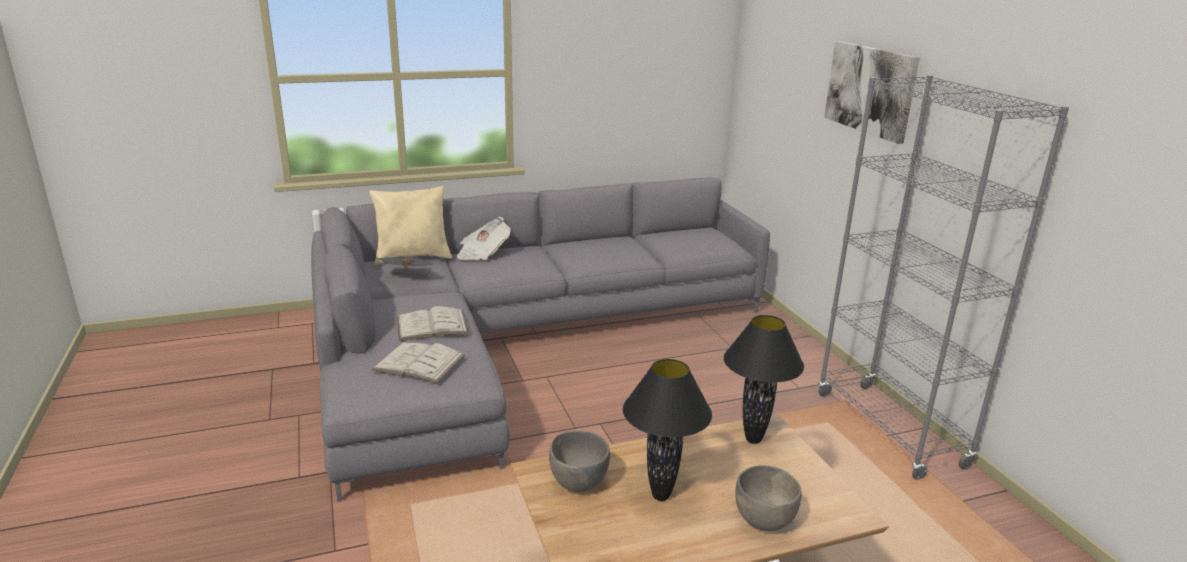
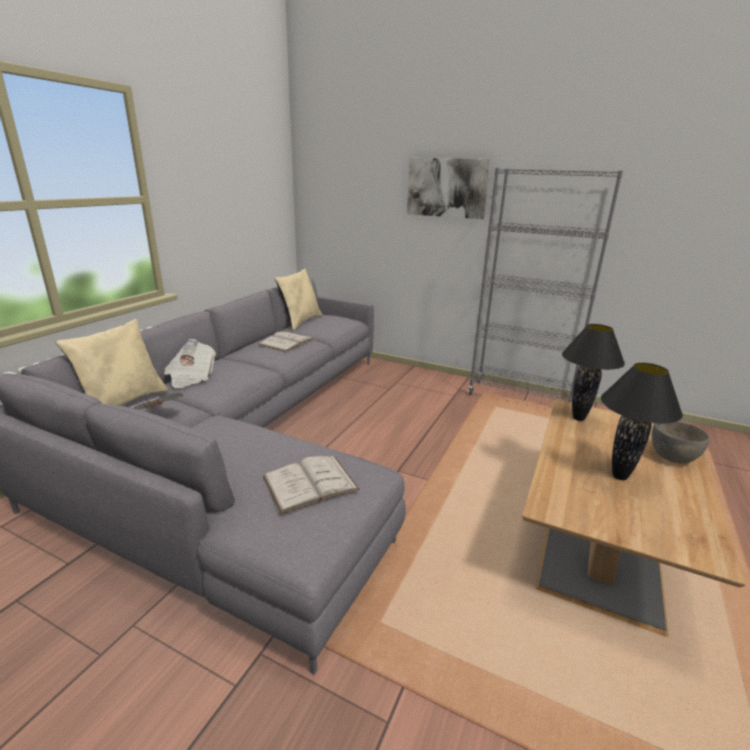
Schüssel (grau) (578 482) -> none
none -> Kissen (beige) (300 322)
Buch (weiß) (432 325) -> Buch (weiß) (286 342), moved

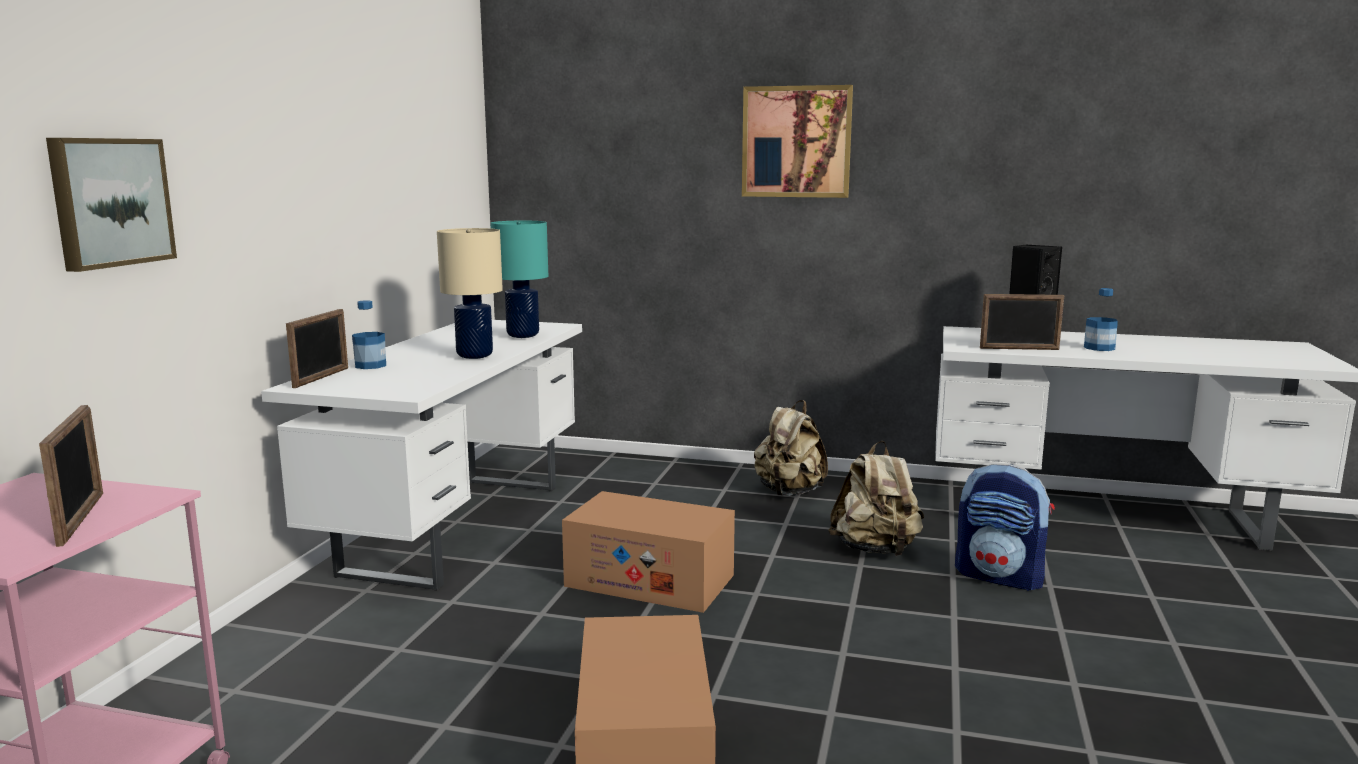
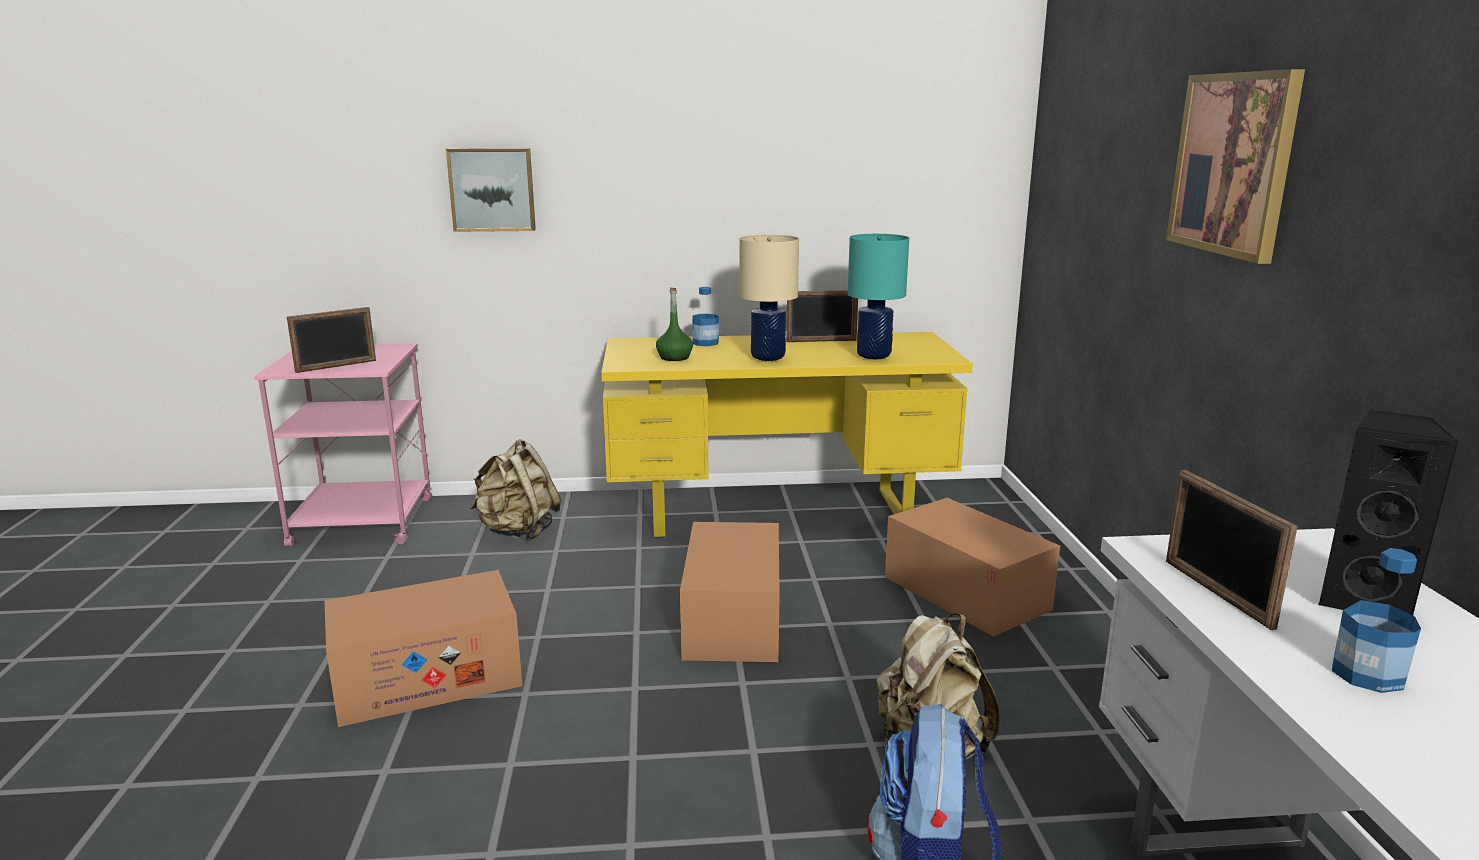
none -> Flasche (grün) (674 357)
none -> Karton (965 593)
Bilderrahmen (321 377) -> Bilderrahmen (821 341), moved
Rucksack (beige) (789 492) -> Rucksack (beige) (518 532), moved
Schreibtisch (weiß) (456 527) -> Schreibtisch (gelb) (779 512)

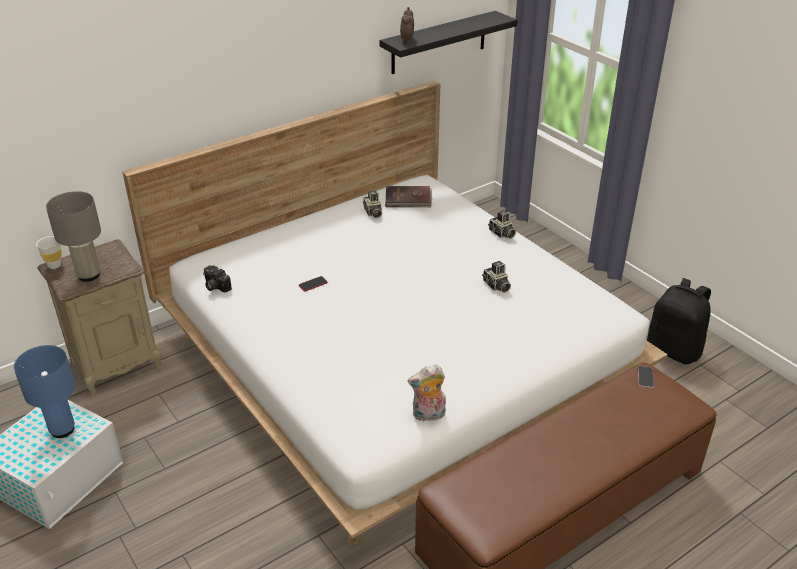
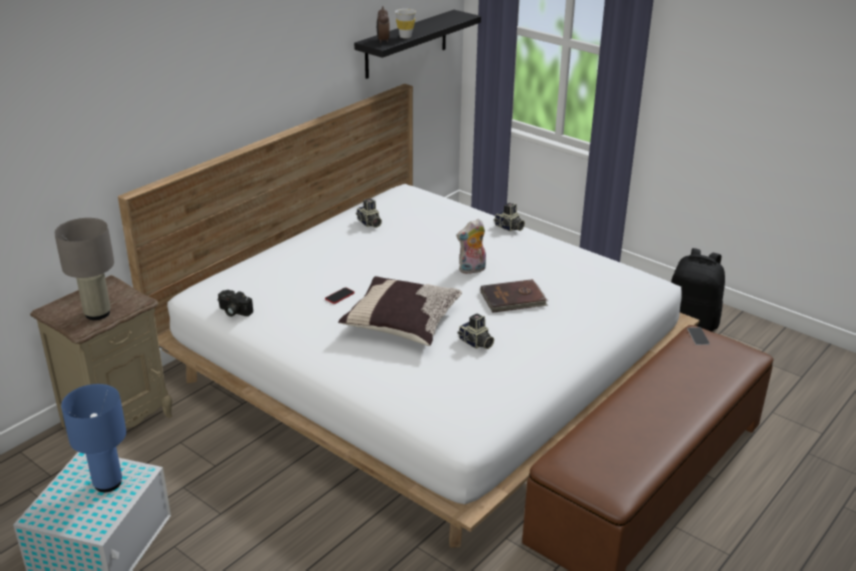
none -> Kissen (402 323)
Tasse (weiß) (54 265) -> Tasse (weiß) (405 36), moved
Buch (braun) (408 199) -> Buch (braun) (513 299), moved
Plüschtier (428 415) -> Plüschtier (472 270), moved
Kamera (496 286) -> Kamera (475 343), moved

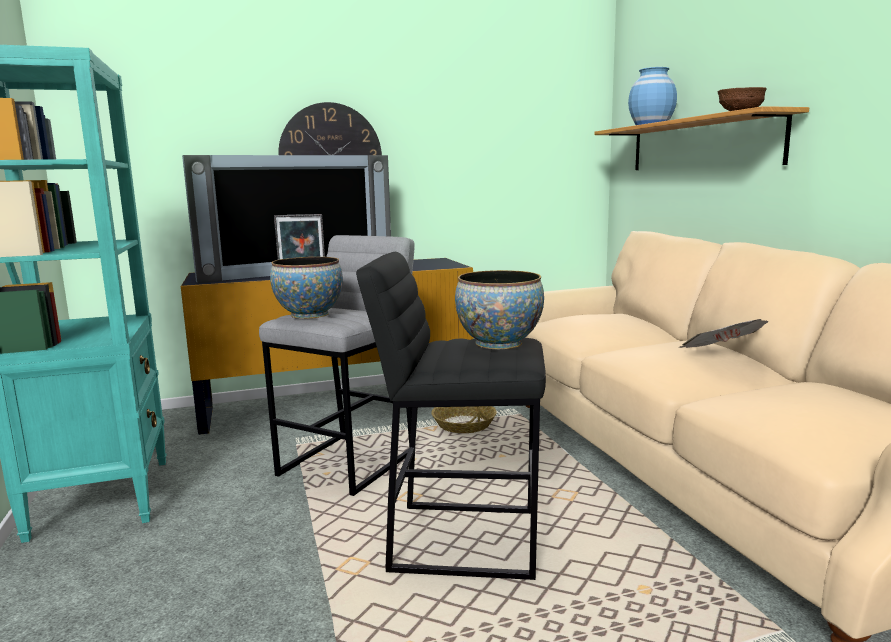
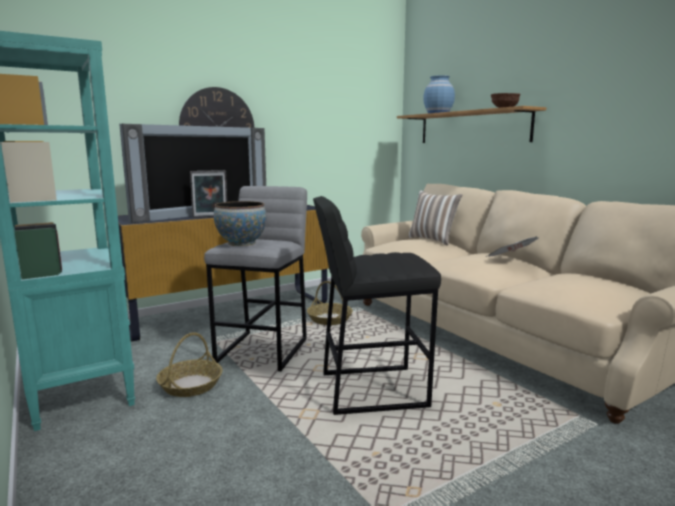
Schüssel (499 343) -> none
none -> Korb (190 385)
none -> Kissen (433 240)

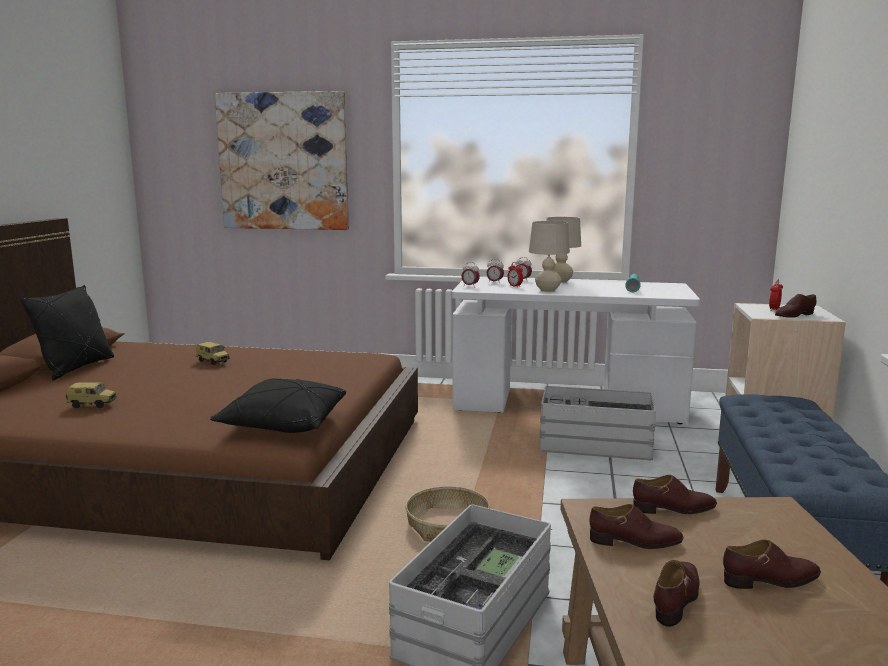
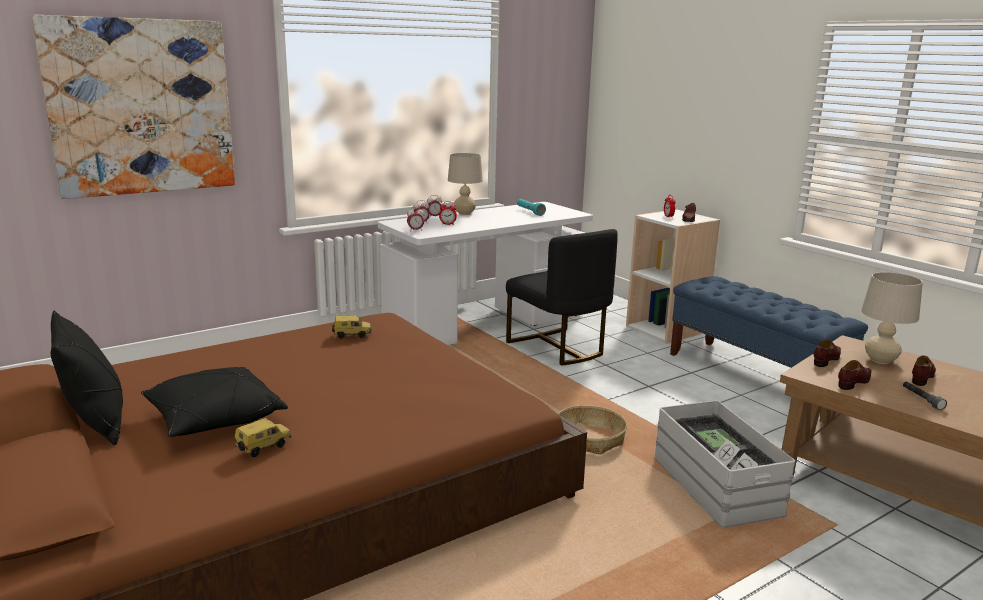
Spielzeugauto (214 362) -> Spielzeugauto (352 335), moved
Kissen (schwarz) (283 424) -> Kissen (schwarz) (214 419), moved
Tischlampe (beige) (547 290) -> Tischlampe (beige) (880 360), moved
Aufbewahrungsbox (grau) (594 444) -> Stuhl (schwarz) (558 347)
Schuh (braun) (677 598) -> Taschenlampe (grau) (921 399)

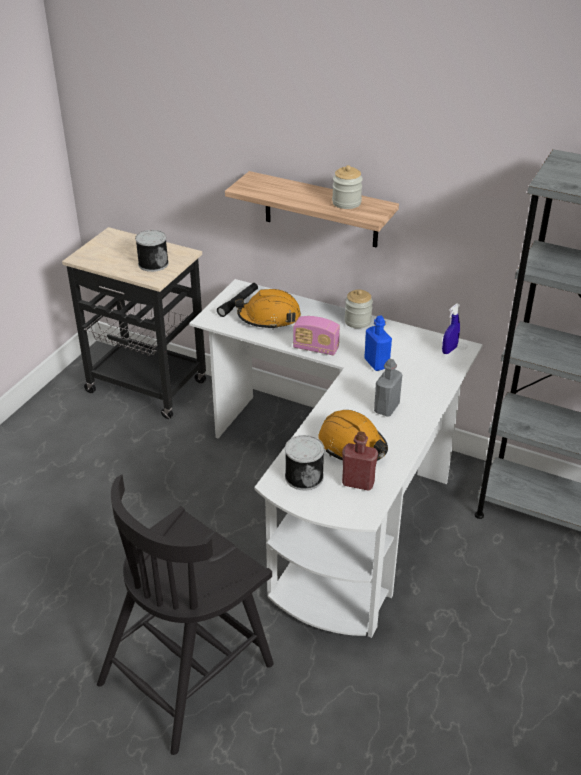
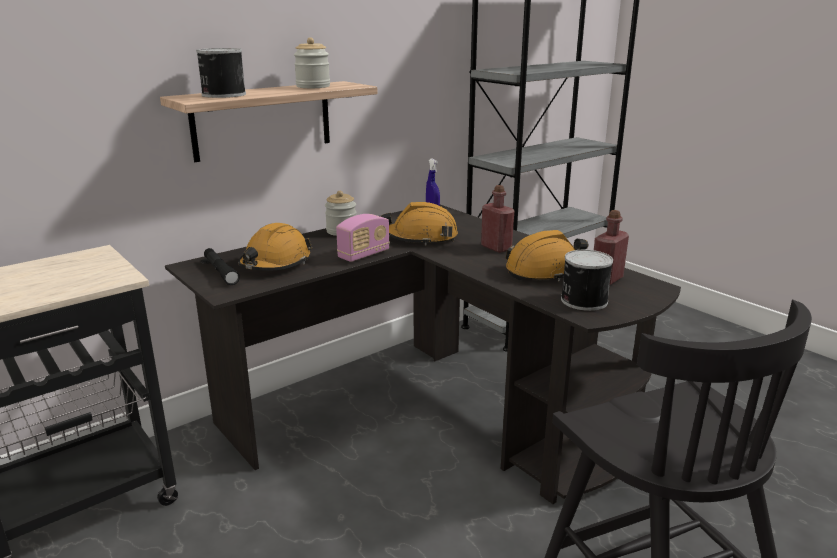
Dose (153 263) -> Dose (222 94), moved
Flasche (blau) (376 363) -> Schutzhelm (orange) (421 238)
Schreibtisch (weiß) (338 493) -> Schreibtisch (schwarz) (425 410)
Flasche (grau) (386 408) -> Flasche (rot) (496 247)

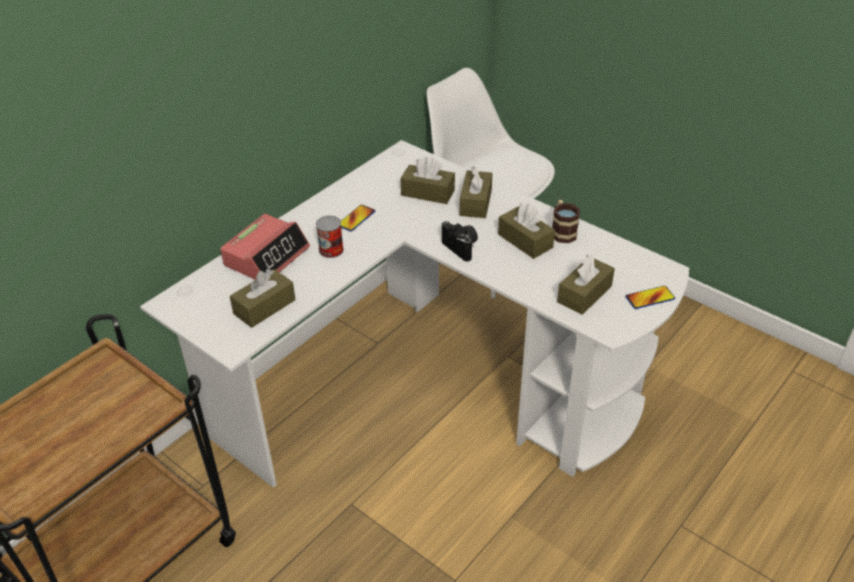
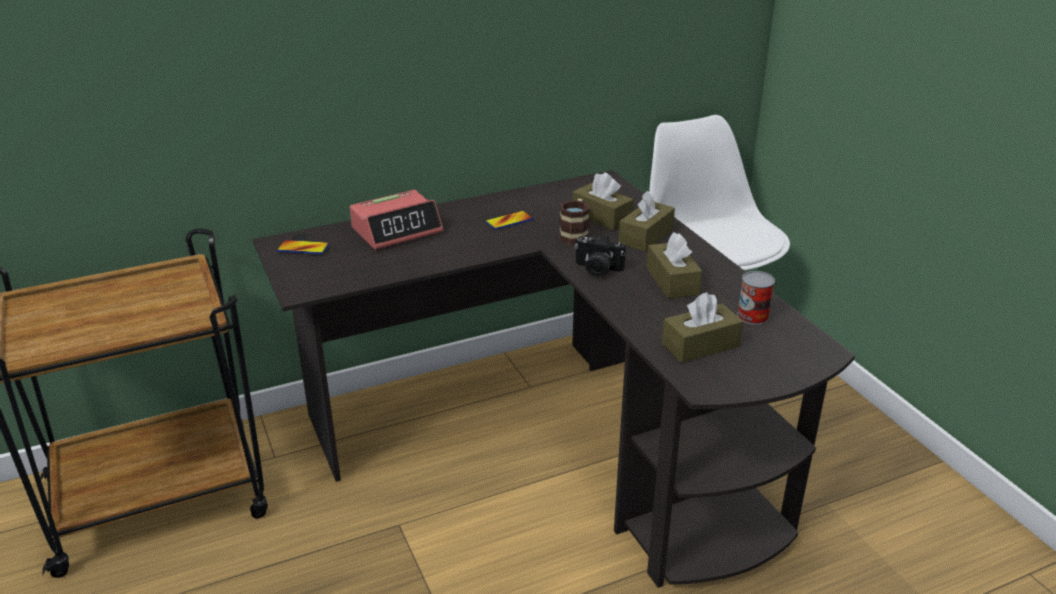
Taschentuchbox (braun) (264 307) -> none
Dose (331 250) -> Dose (753 316), moved
Henkelbecher (562 231) -> Henkelbecher (575 233), moved
Handy (650 298) -> Handy (303 248), moved
Schreibtisch (weiß) (424 382) -> Schreibtisch (schwarz) (554 437)
Kamera (462 247) -> Kamera (597 270), 120 degrees clockwise

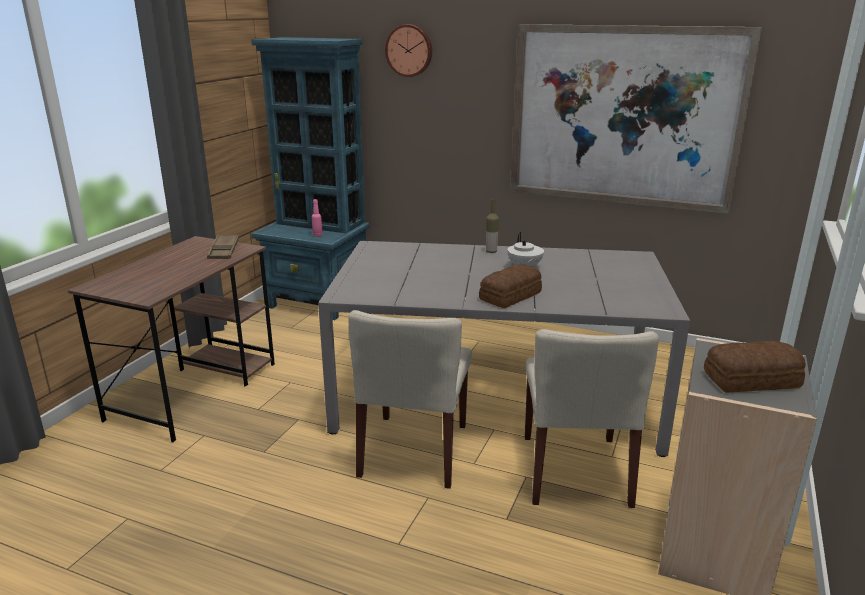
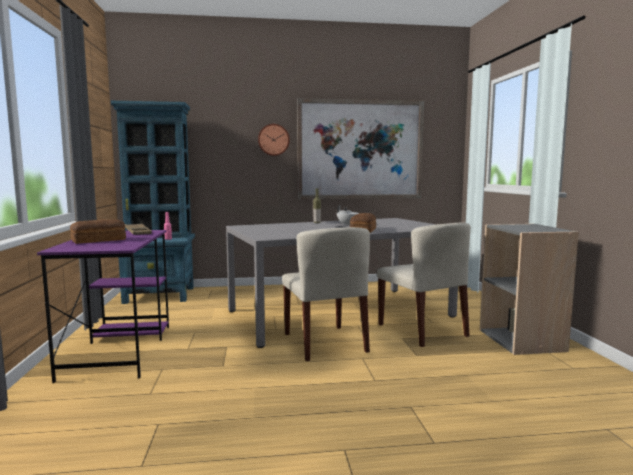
Wanduhr (409 50) -> Wanduhr (273 140), moved
Brot (753 380) -> Brot (100 240), moved
Schreibtisch (braun) (195 390) -> Schreibtisch (lila) (119 350)

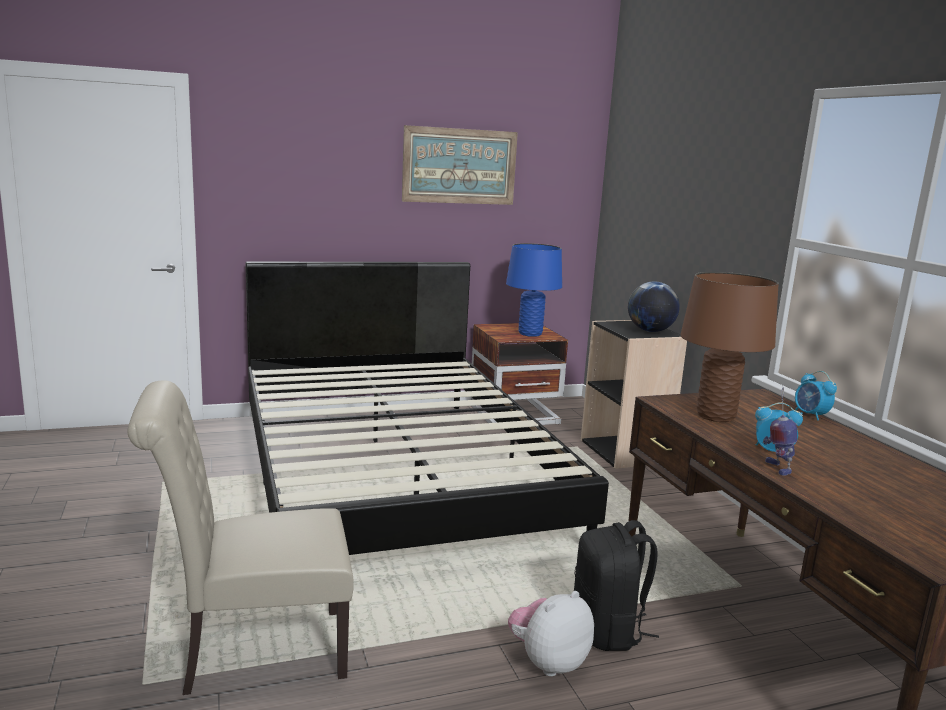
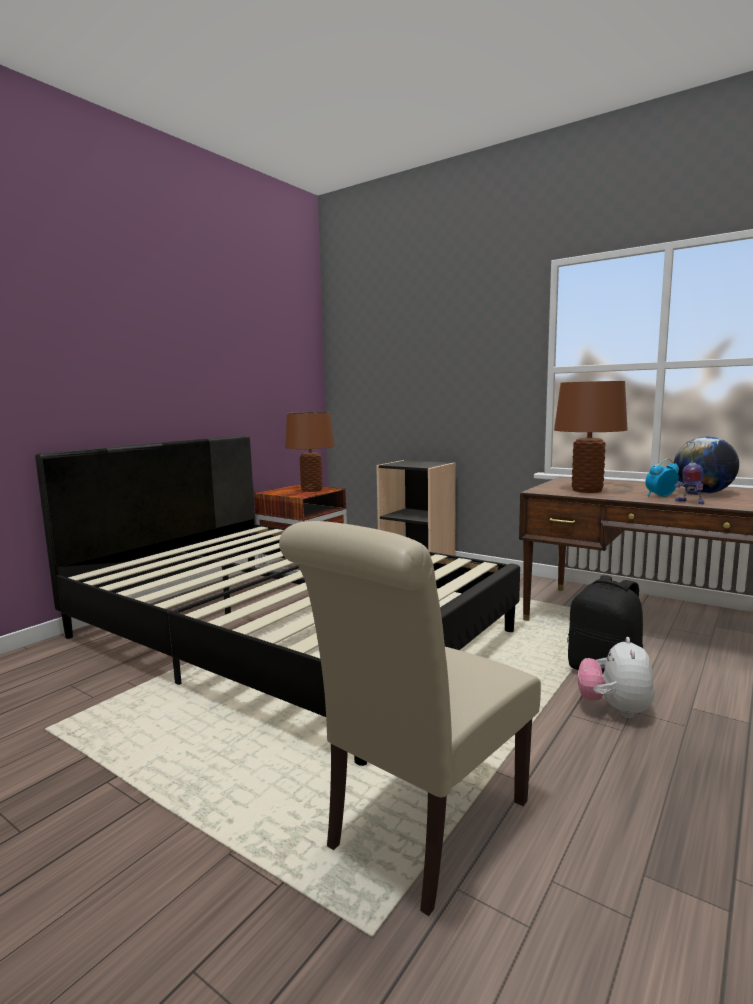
Bild (459 166) -> none
Wecker (810 415) -> none
Globus (650 331) -> Globus (703 493), moved
Tischlampe (blau) (530 334) -> Tischlampe (braun) (312 490)

